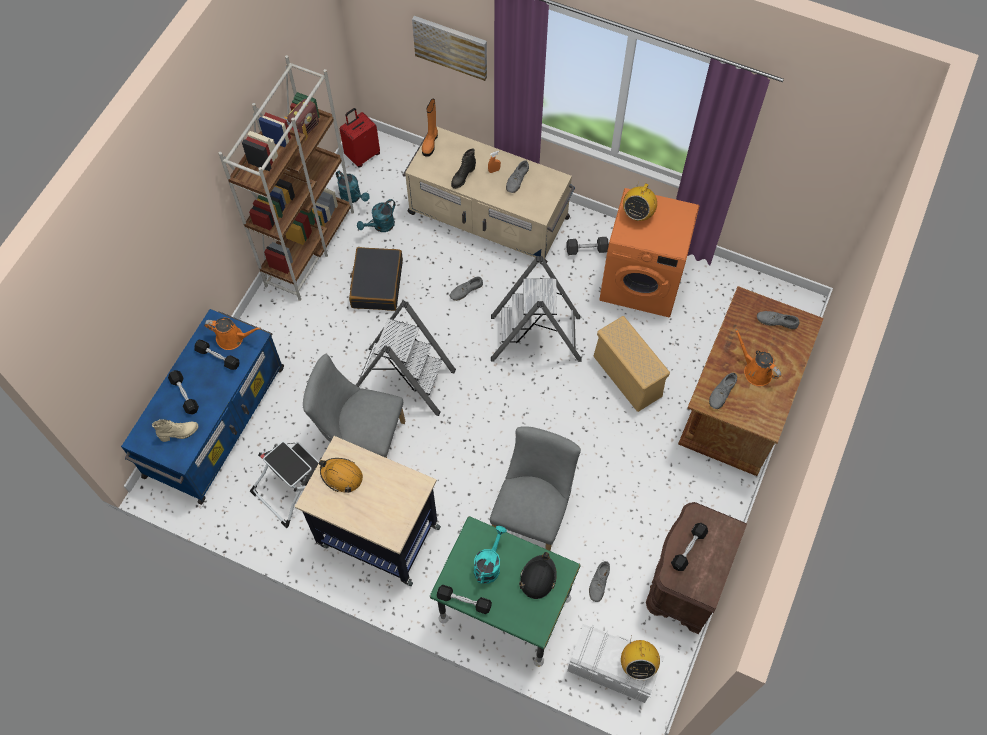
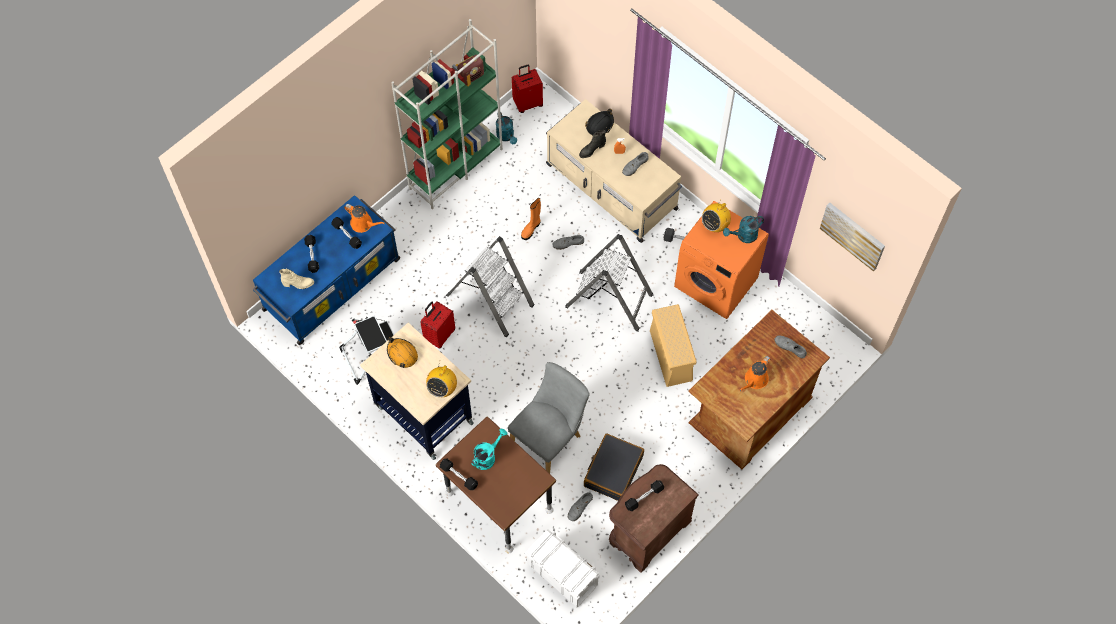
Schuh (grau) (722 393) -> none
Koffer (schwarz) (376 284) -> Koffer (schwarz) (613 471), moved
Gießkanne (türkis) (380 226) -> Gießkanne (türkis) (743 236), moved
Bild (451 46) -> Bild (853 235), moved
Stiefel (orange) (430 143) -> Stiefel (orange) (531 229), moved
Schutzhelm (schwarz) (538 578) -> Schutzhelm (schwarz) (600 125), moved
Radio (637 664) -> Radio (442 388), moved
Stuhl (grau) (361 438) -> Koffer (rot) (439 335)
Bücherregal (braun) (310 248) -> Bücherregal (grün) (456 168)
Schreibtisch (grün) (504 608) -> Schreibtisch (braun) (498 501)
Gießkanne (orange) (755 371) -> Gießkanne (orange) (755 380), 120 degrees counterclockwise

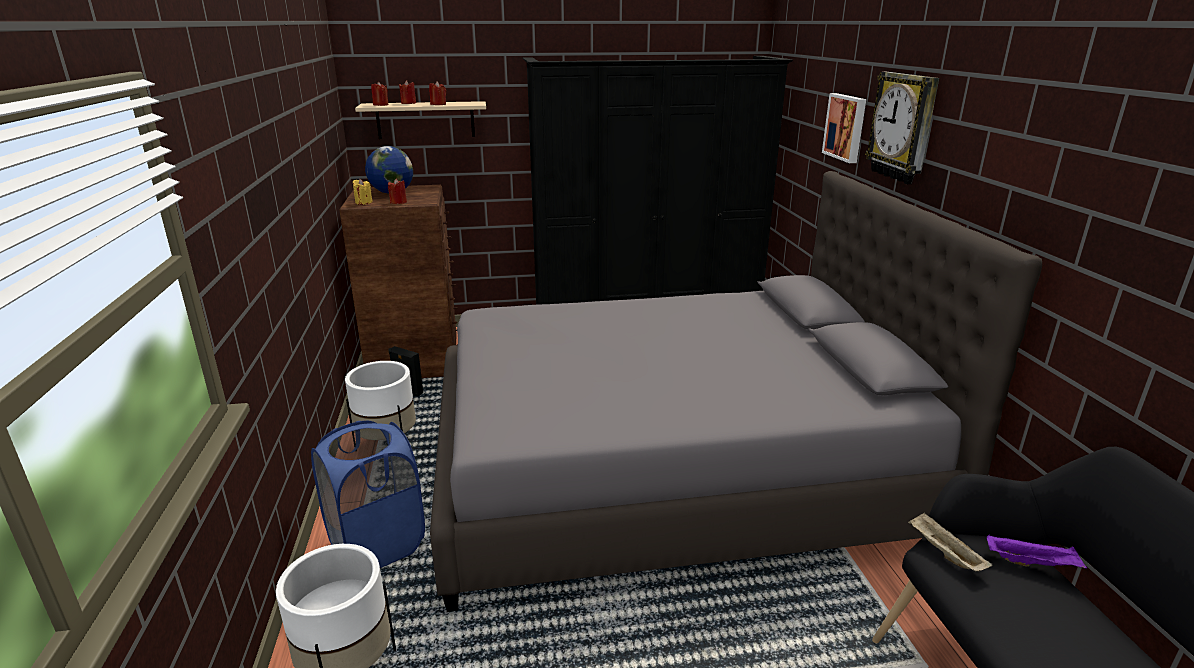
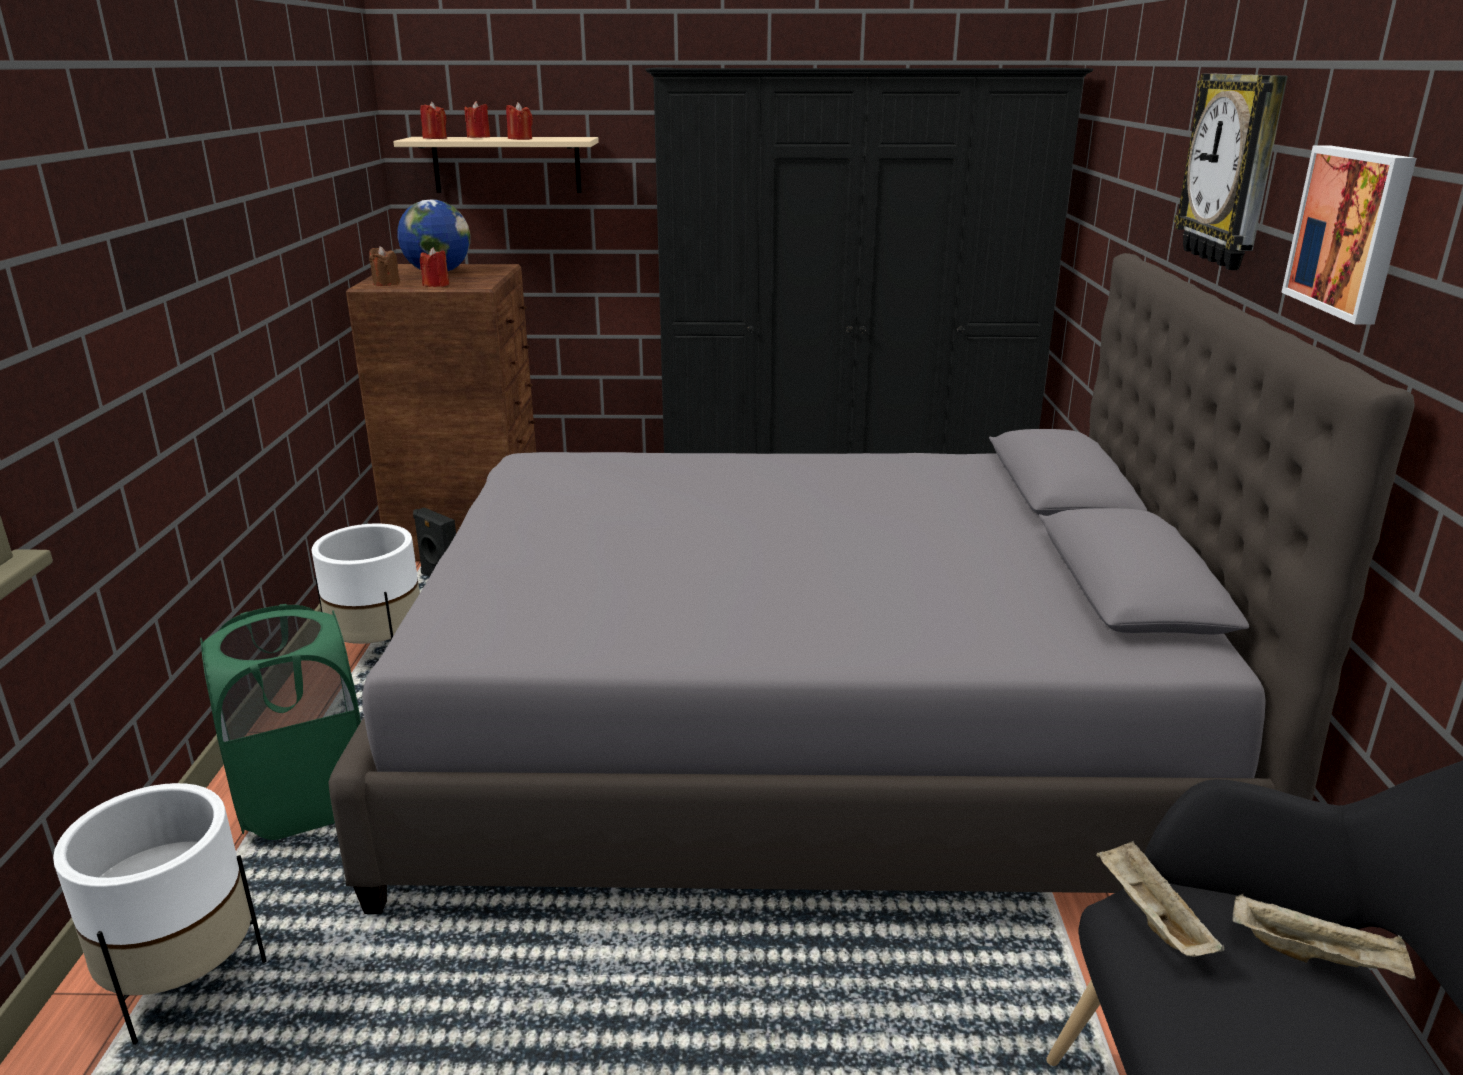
Bild (846 127) -> Bild (1352 231), moved
Wäschekorb (blau) (377 544) -> Wäschekorb (grün) (305 799)
Kerze (gelb) (363 202) -> Kerze (braun) (386 283)
Tablett (lila) (1031 563) -> Tablett (beige) (1316 957)

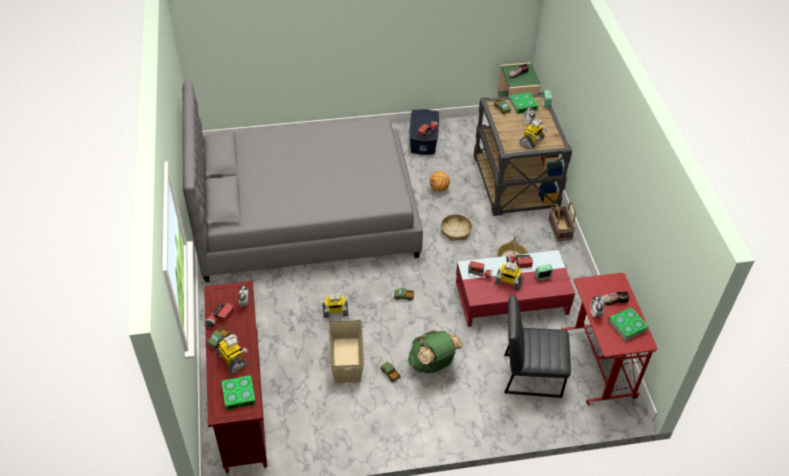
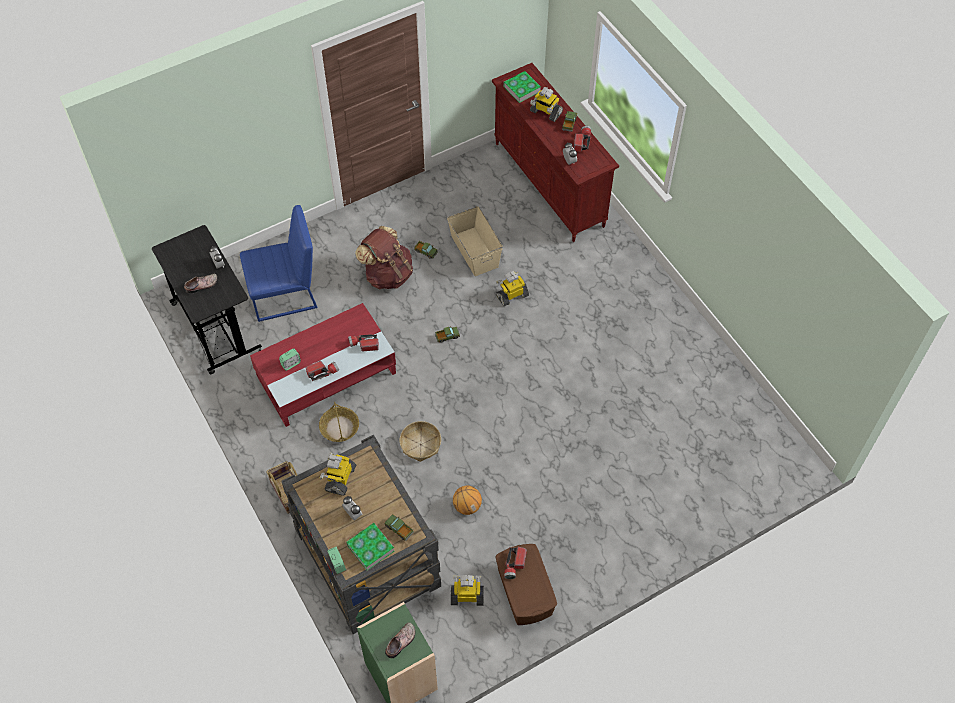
Bett (grau) (305 216) -> none
Buch (627 326) -> none
Spielzeugroboter (508 282) -> Spielzeugroboter (467 596), moved
Rucksack (grün) (432 364) -> Rucksack (braun) (388 274)
Aufbewahrungsbox (blau) (423 140) -> Aufbewahrungsbox (braun) (524 592)
Stuhl (grau) (530 375) -> Stuhl (blau) (285 295)
Schreibtisch (rot) (598 365) -> Schreibtisch (schwarz) (216 327)

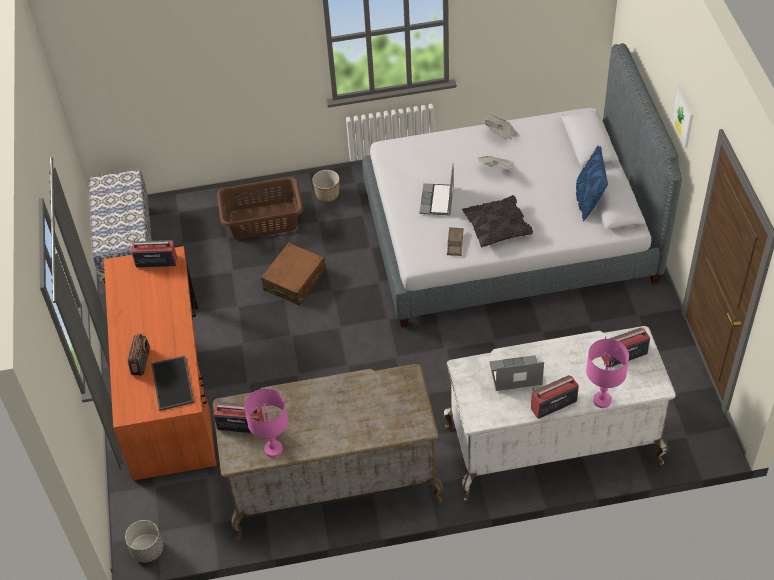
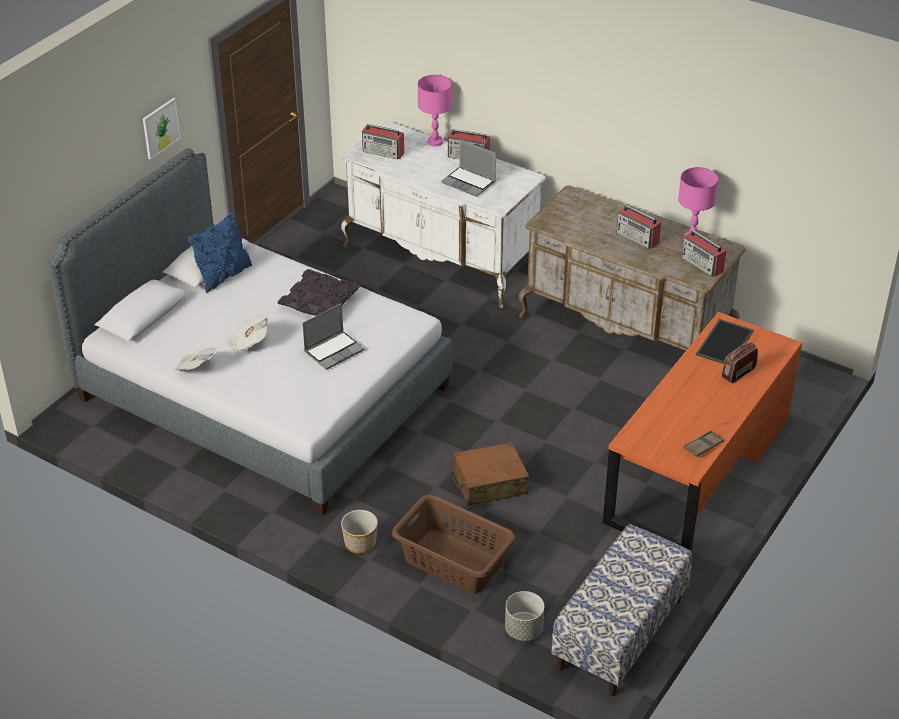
Pflanzkübel (grau) (147 550) -> Pflanzkübel (grau) (524 630), moved
Radio (156 261) -> Radio (638 238), moved
Tablett (braun) (455 243) -> Tablett (braun) (703 446), moved

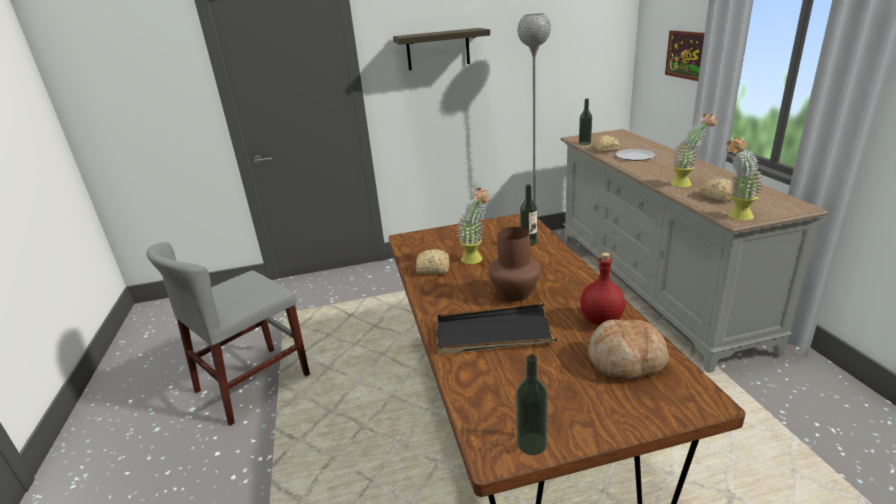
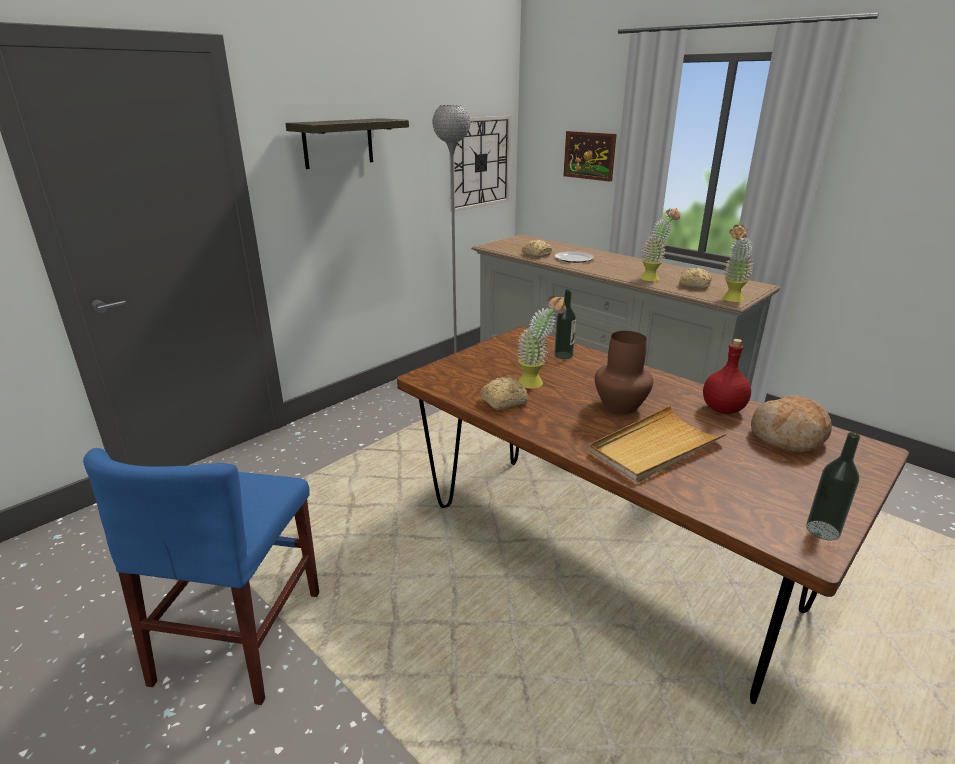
Flasche (584 143) -> none
none -> Wanduhr (479 162)
Stuhl (grau) (253 383) -> Stuhl (blau) (240 635)
Tablett (schwarz) (493 333) -> Tablett (beige) (655 447)

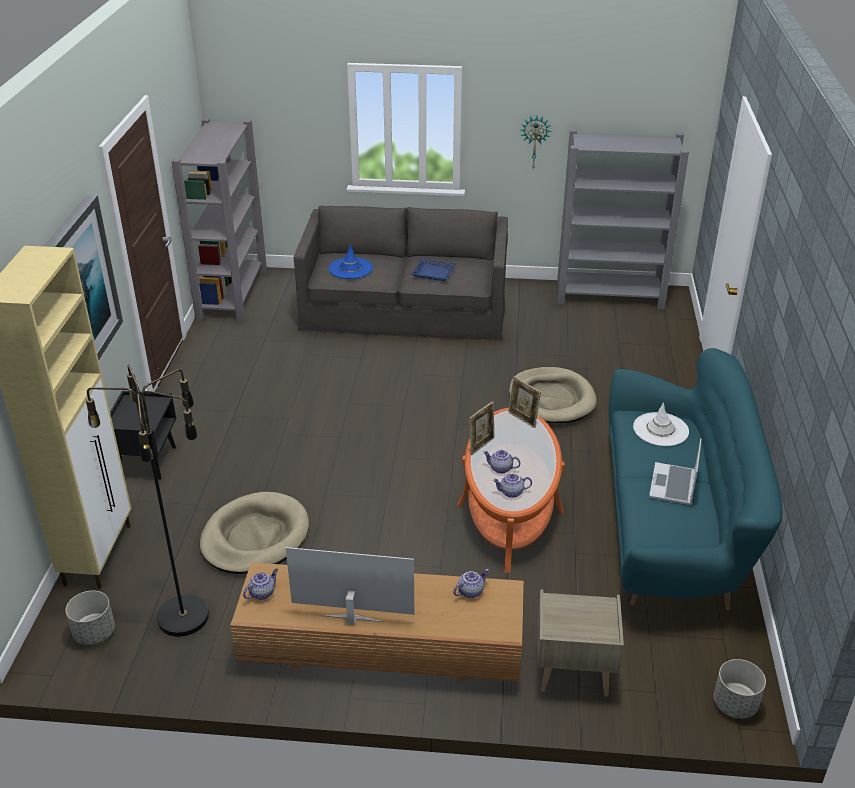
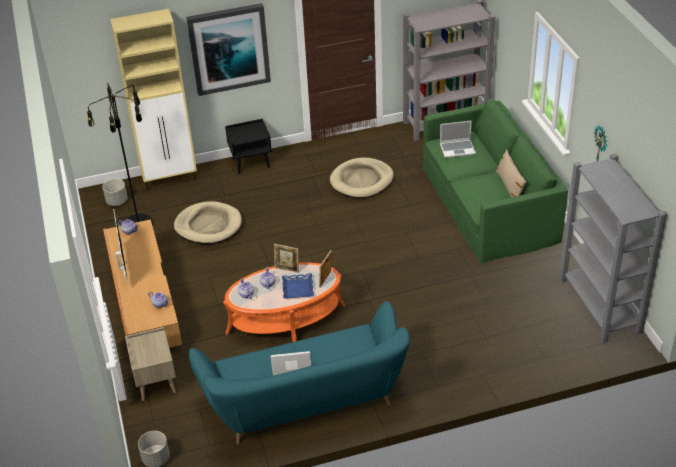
Hut (weiß) (660 430) -> none
none -> Kissen (beige) (509 187)
Tablett (blau) (433 273) -> Tablett (blau) (297 288), moved
Hundebett (beige) (551 399) -> Hundebett (beige) (362 181), moved
Hut (blau) (350 268) -> Laptop (457 149)
Sofa (grau) (405 308) -> Sofa (grün) (488 204)

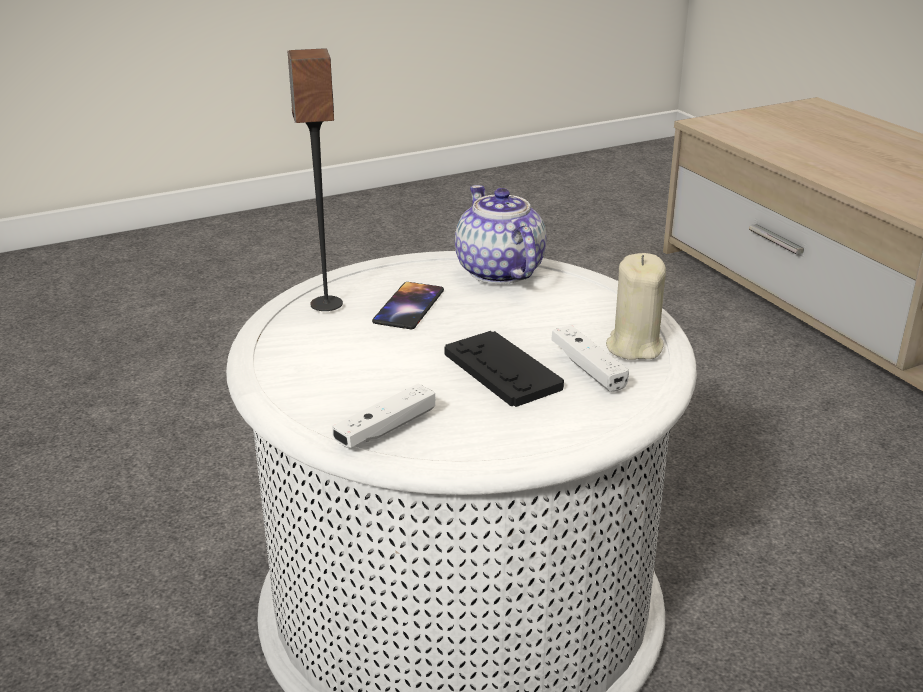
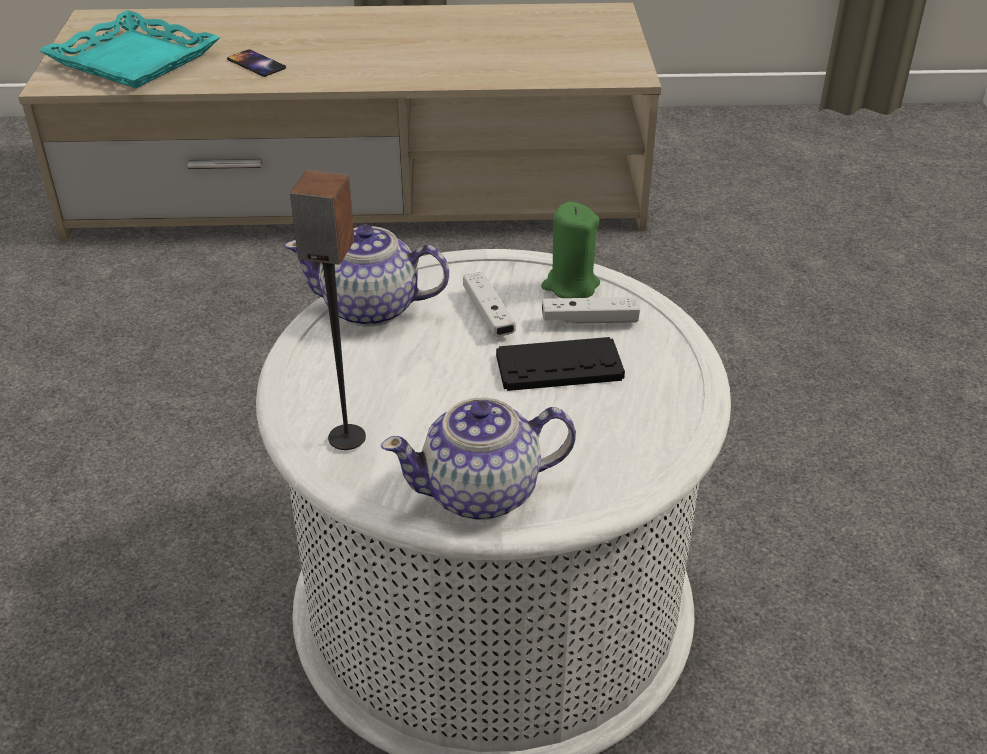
none -> Tablett (türkis) (135 60)
none -> Teekanne (483 492)
Gamepad (weiß) (385 428) -> Gamepad (weiß) (488 314), moved
Handy (408 306) -> Handy (256 64), moved
Kerze (beige) (634 346) -> Kerze (grün) (570 285)

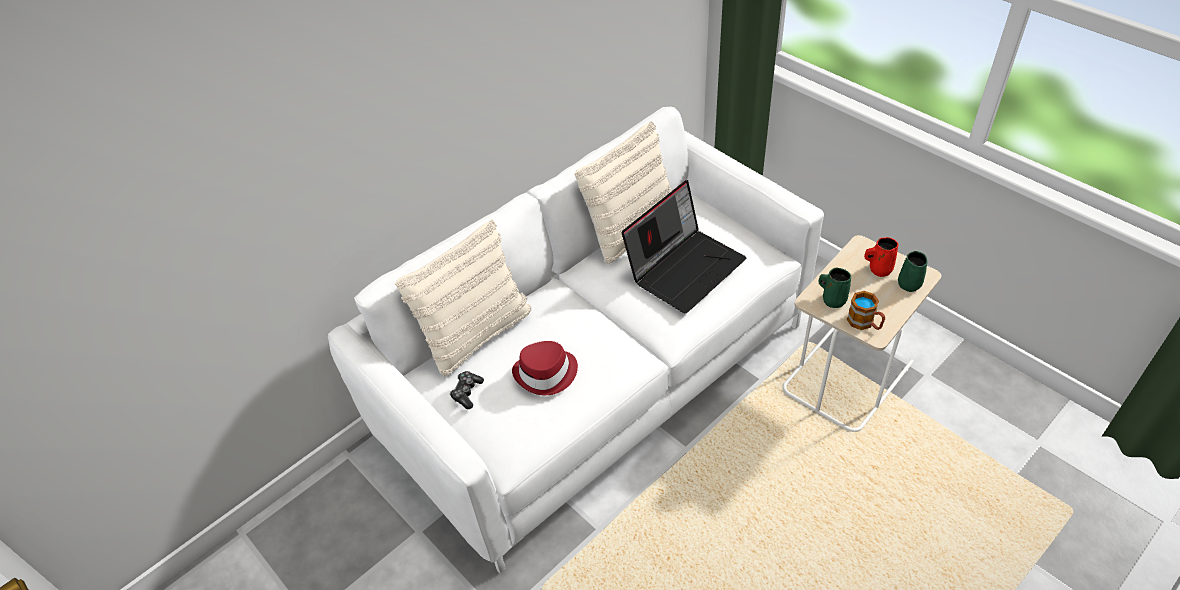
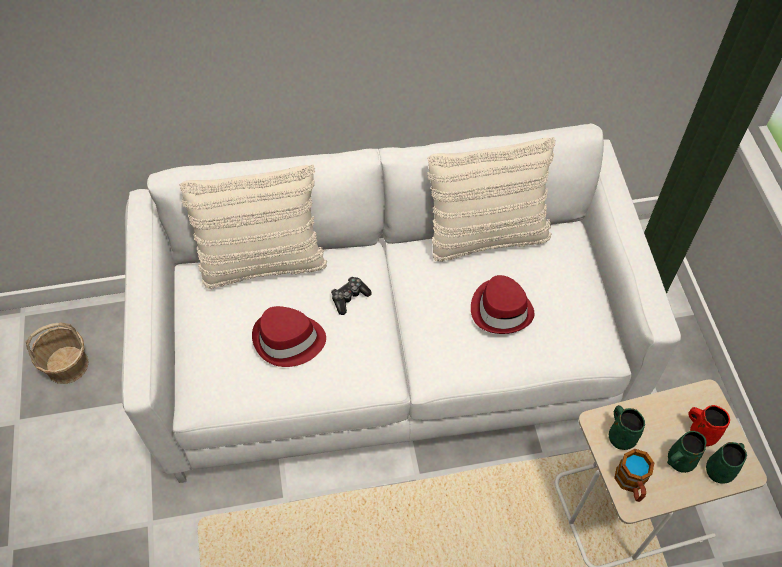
none -> Korb (67 365)
none -> Henkelbecher (grün) (679 461)
Gamepad (467 392) -> Gamepad (349 297), moved
Laptop (685 267) -> Hut (rot) (501 309)

